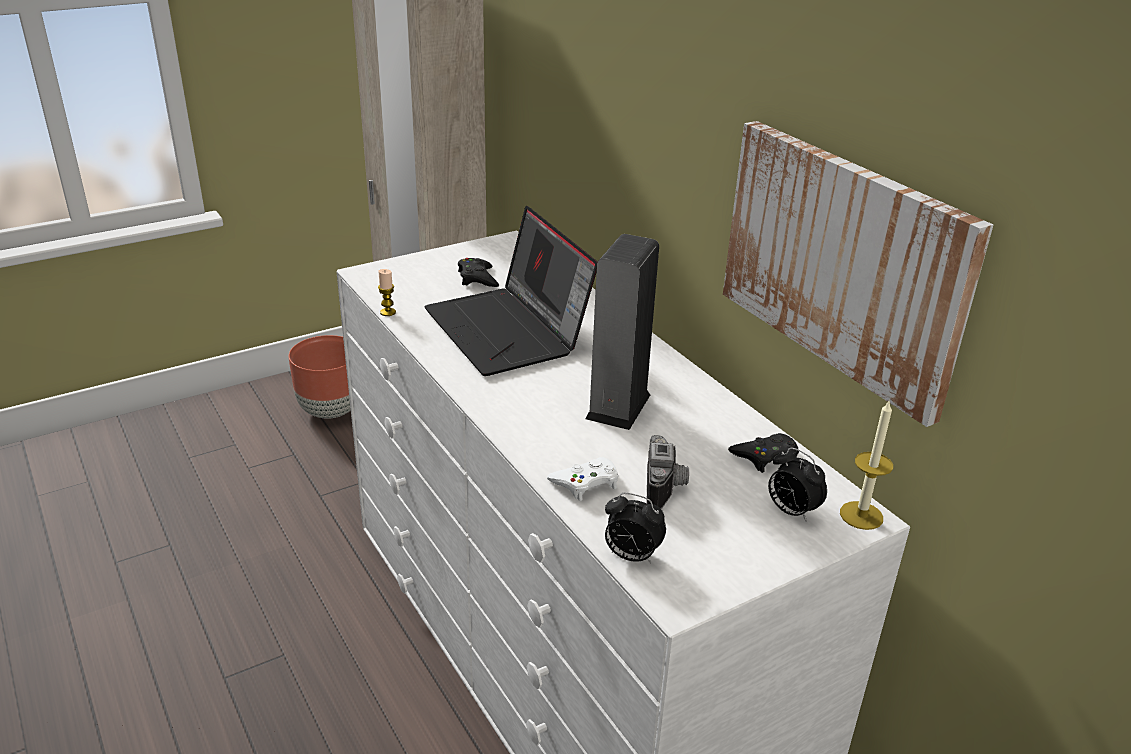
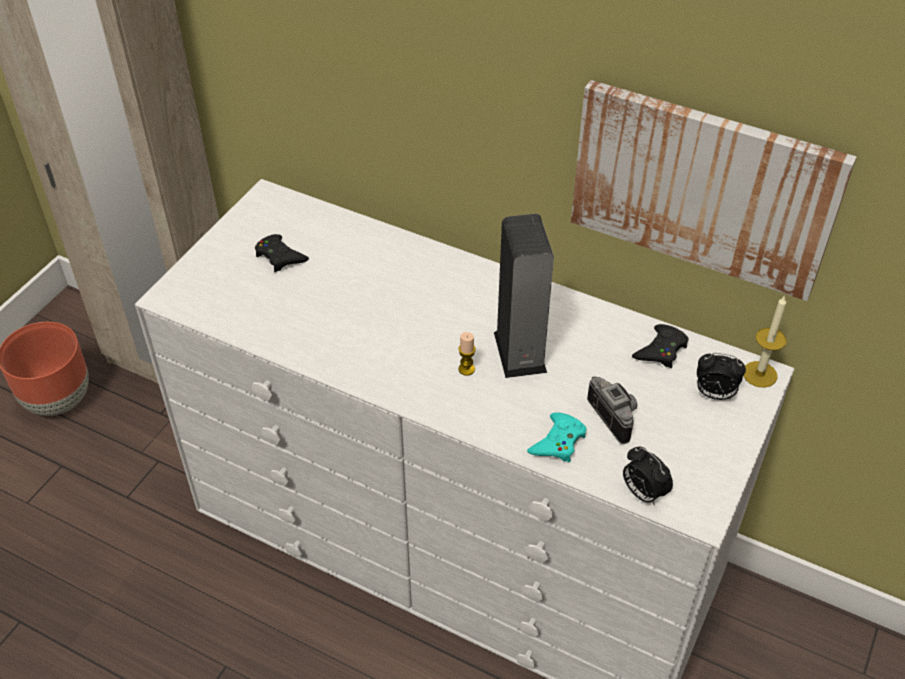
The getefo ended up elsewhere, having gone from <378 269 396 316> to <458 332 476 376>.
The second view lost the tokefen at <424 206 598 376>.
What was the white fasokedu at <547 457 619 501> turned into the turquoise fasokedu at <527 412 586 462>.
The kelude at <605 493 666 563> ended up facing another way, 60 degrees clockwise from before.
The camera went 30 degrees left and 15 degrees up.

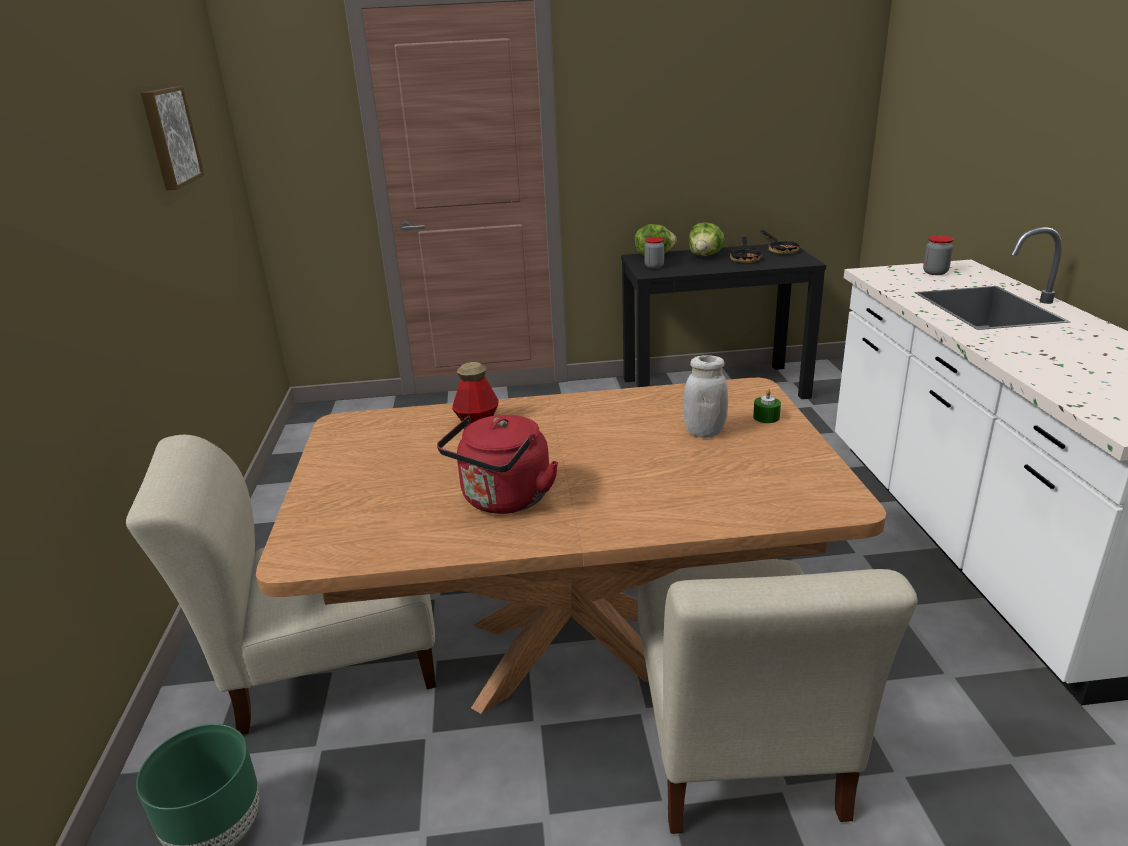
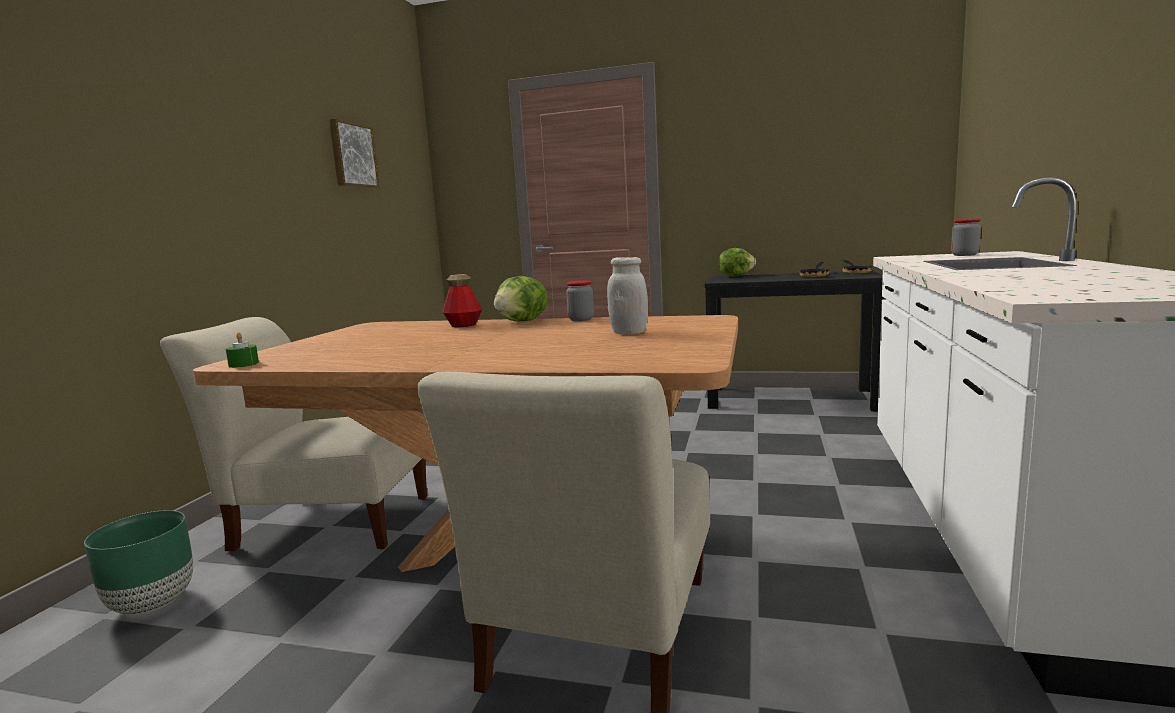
The second view lost the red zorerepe at <437 415 559 514>.
The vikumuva ended up elsewhere, having gone from <645 237 664 269> to <566 280 594 321>.
The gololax ended up elsewhere, having gone from <689 222 725 257> to <494 276 548 322>.
The green getefo ended up elsewhere, having gone from <753 389 781 423> to <226 332 259 368>.
The camera went 20 degrees right and 15 degrees down.

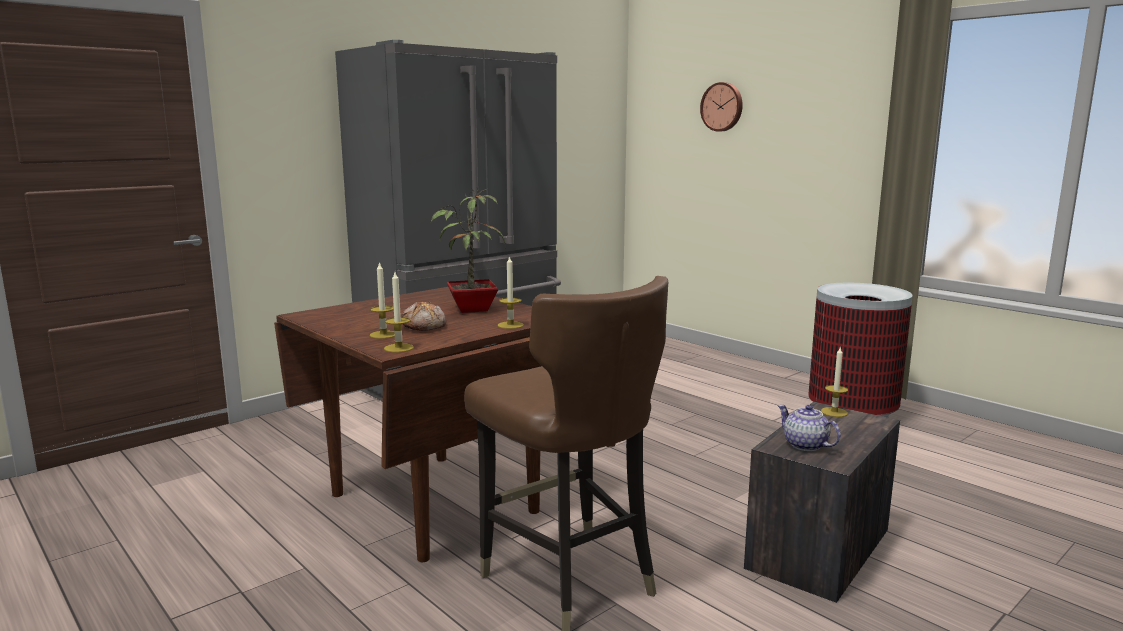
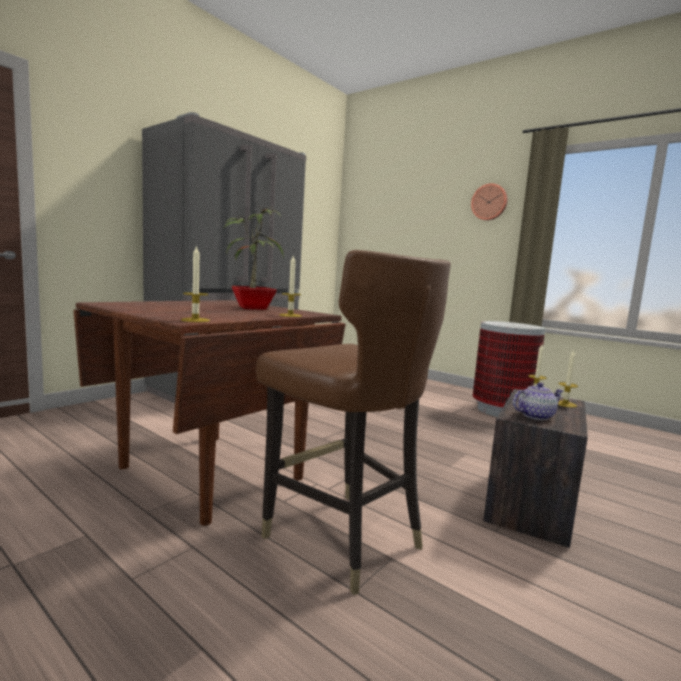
The getefo ended up elsewhere, having gone from <369 262 395 339> to <558 349 578 408>.
The second view lost the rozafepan at <402 302 446 331>.
The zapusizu ended up elsewhere, having gone from <700 82 743 131> to <471 183 507 220>.
The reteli at <777 405 841 451> ended up facing another way, 120 degrees clockwise from before.
The camera went 10 degrees left and 5 degrees down.

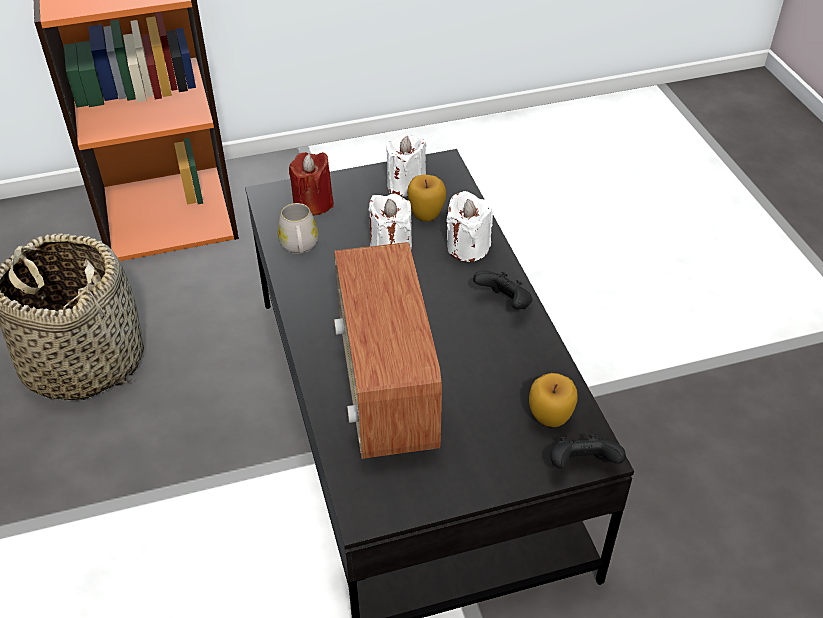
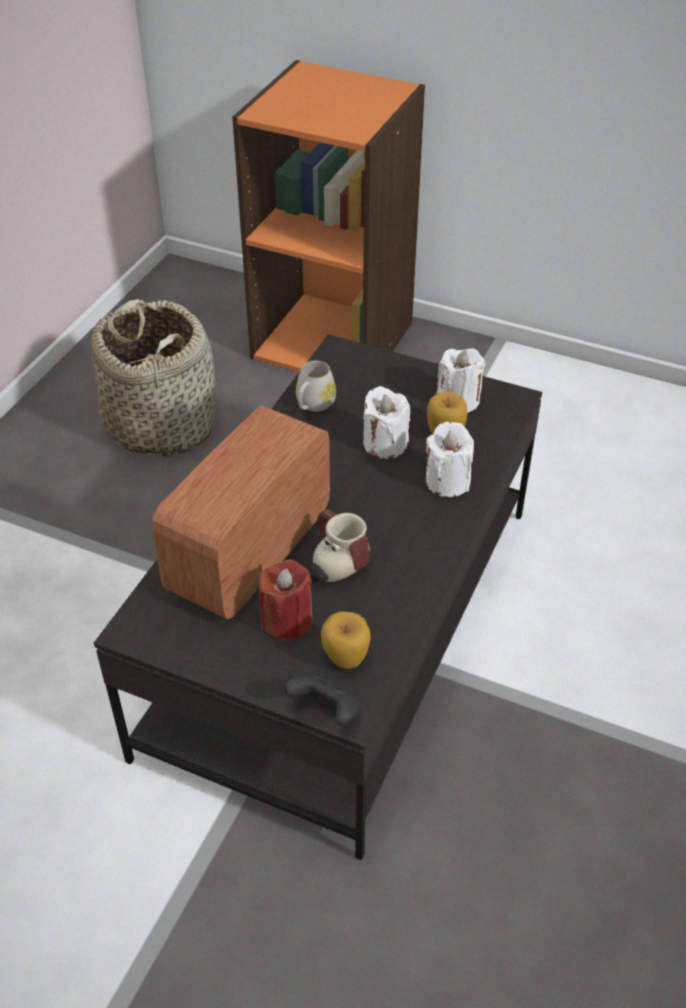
The red getefo ended up elsewhere, having gone from <289 152 334 216> to <259 559 313 640>.
The second view lost the black fasokedu at <473 270 533 309>.
The second view gained the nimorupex at <310 510 370 582>.
The camera went 40 degrees right and 0 degrees up.

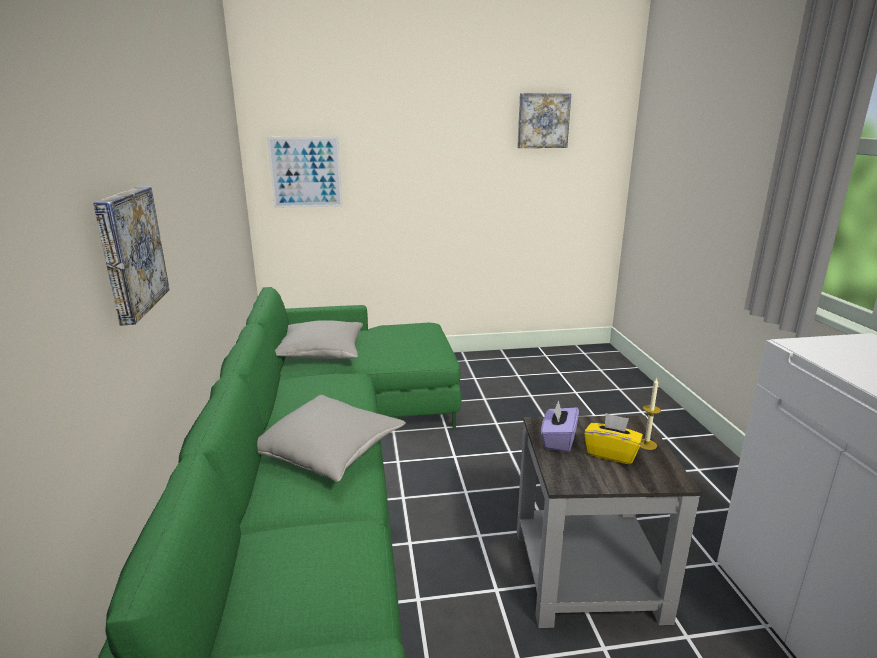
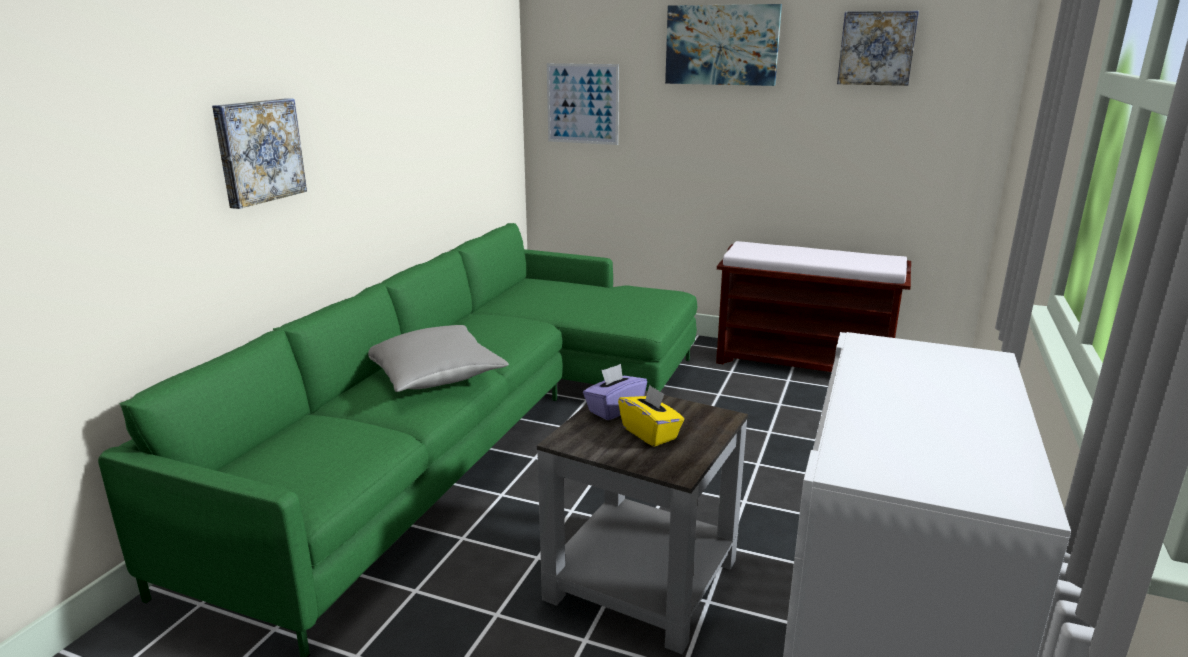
The second view lost the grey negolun at <275 320 363 359>.
The second view lost the getefo at <640 378 661 450>.
The second view gained the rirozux at <665 4 782 86>.
The second view gained the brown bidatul at <716 241 911 372>.
The camera went 30 degrees right and 0 degrees up.

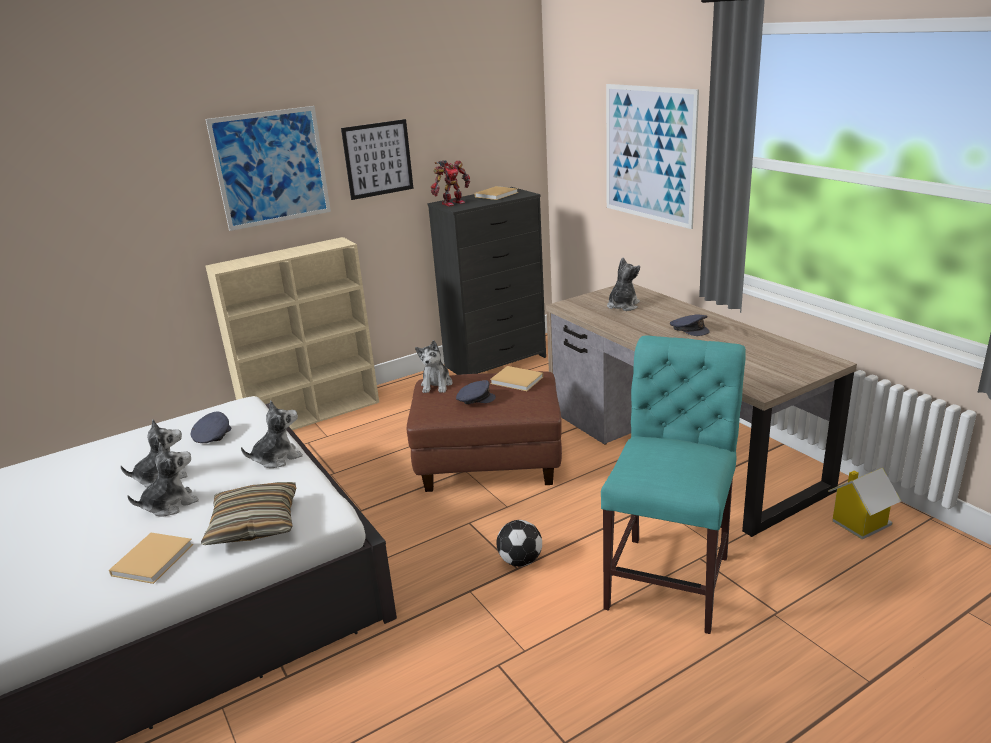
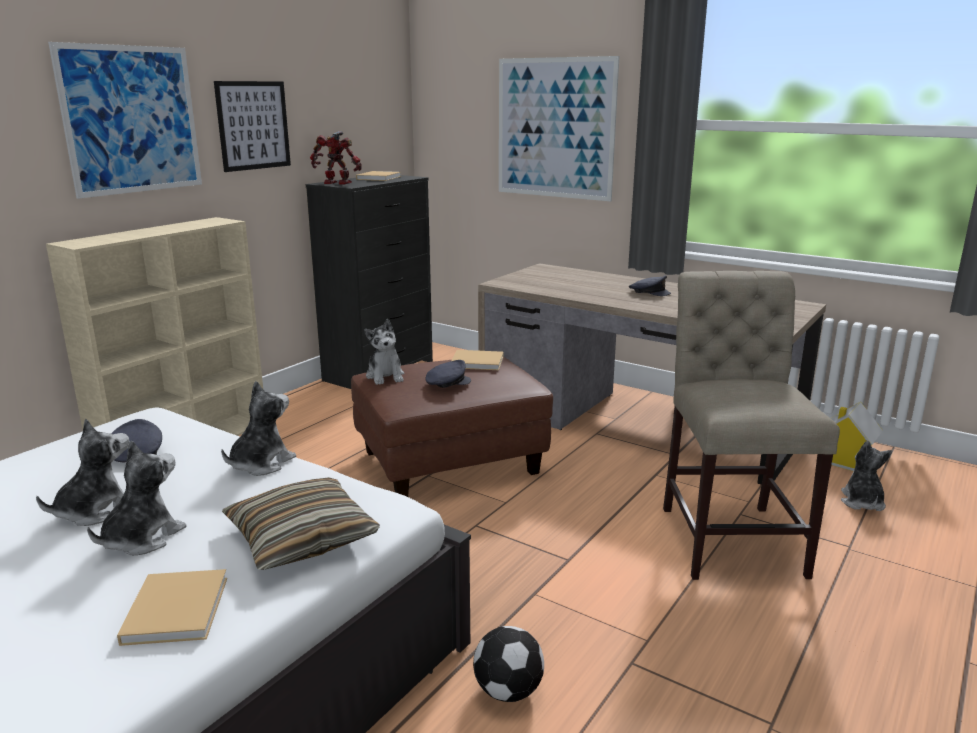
The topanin at <430 160 470 207> ended up facing another way, 105 degrees counterclockwise from before.
The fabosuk ended up elsewhere, having gone from <497 520 542 567> to <473 626 544 702>.
What was the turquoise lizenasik at <601 335 746 634> turned into the beige lizenasik at <663 271 840 580>.
The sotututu ended up elsewhere, having gone from <607 257 640 311> to <841 441 892 511>.
The camera went 25 degrees left and 5 degrees down.

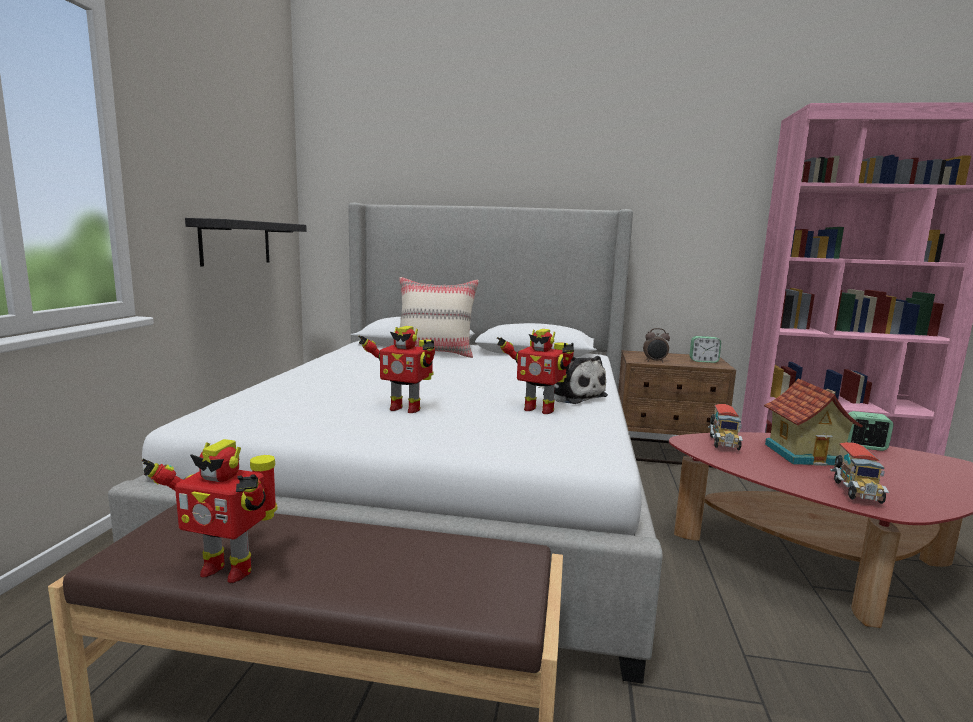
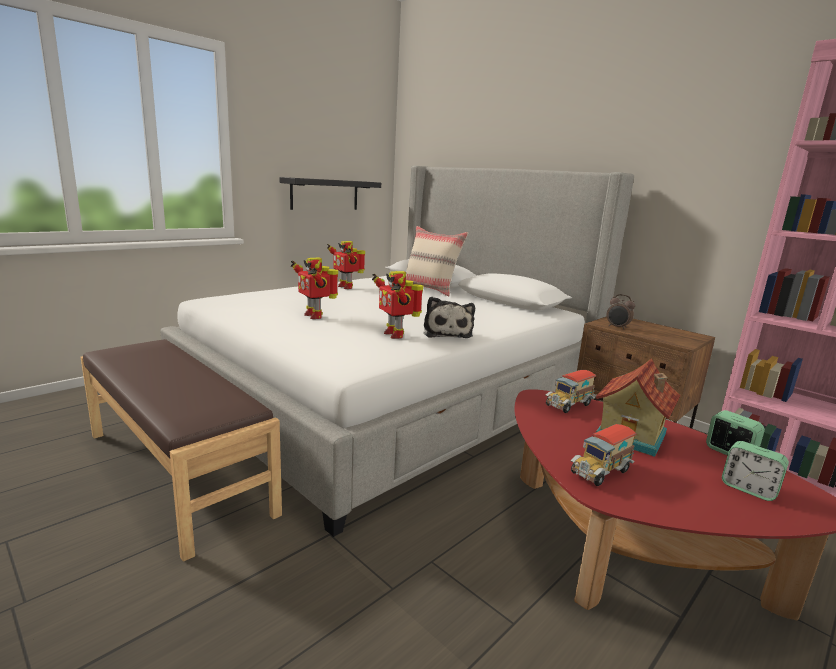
The topanin ended up elsewhere, having gone from <142 439 278 583> to <327 241 365 289>.
The kelude ended up elsewhere, having gone from <690 336 721 363> to <722 441 789 501>.
The camera went 35 degrees right and 5 degrees up.

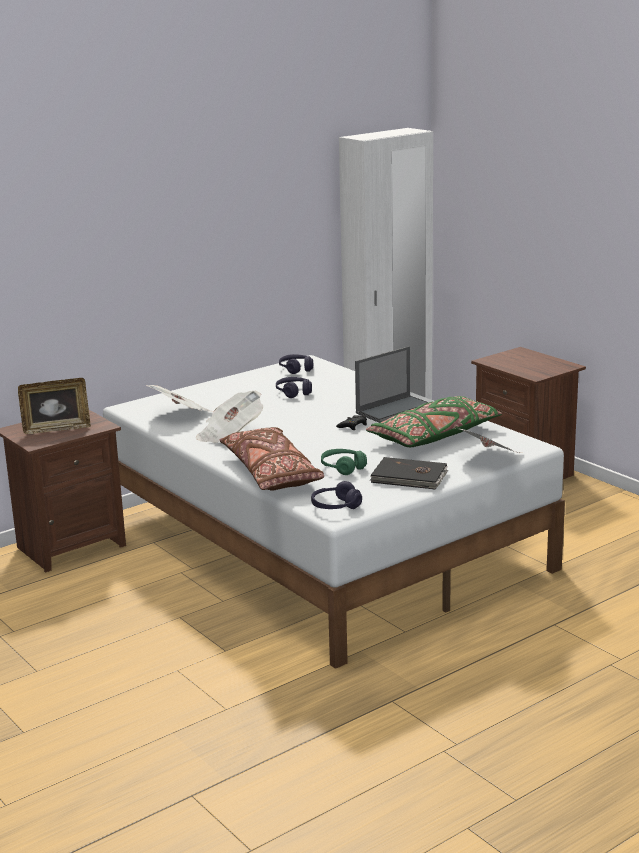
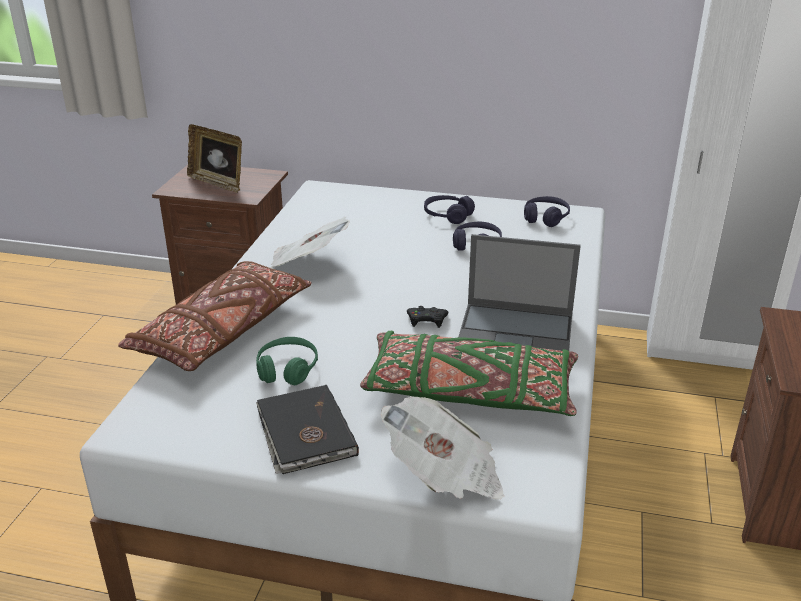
The second view lost the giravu at <145 385 214 412>.
The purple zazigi ended up elsewhere, having gone from <311 481 362 509> to <424 195 475 224>.
The camera went 50 degrees right and 10 degrees up.

